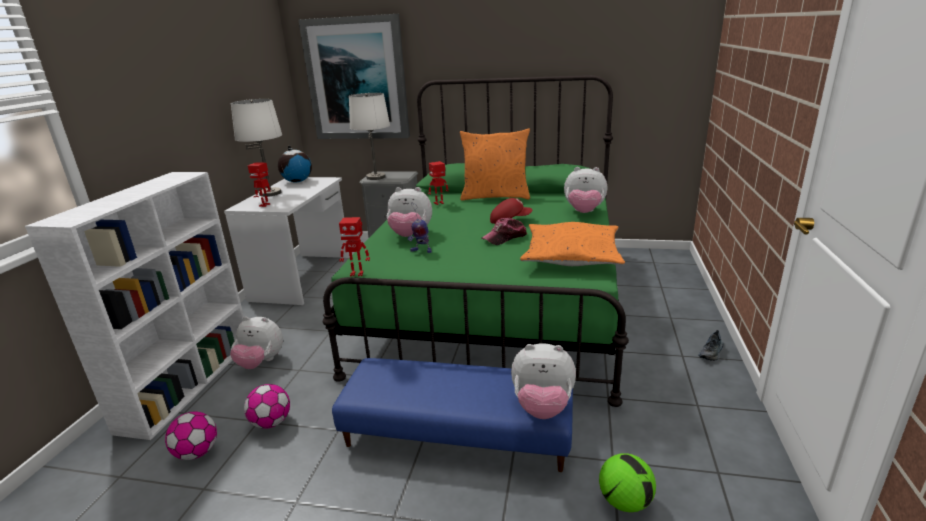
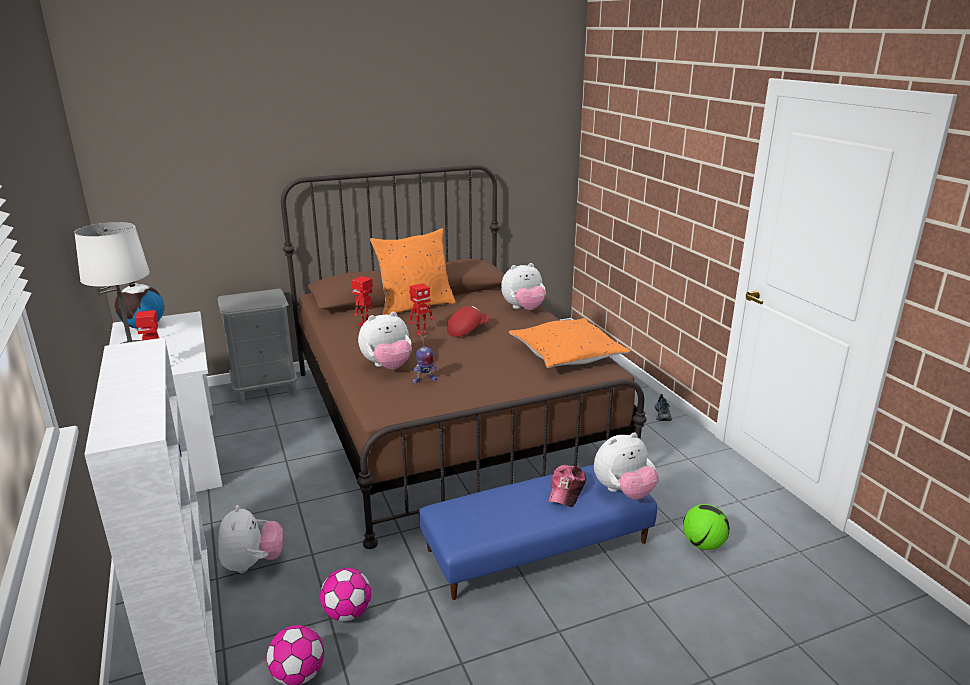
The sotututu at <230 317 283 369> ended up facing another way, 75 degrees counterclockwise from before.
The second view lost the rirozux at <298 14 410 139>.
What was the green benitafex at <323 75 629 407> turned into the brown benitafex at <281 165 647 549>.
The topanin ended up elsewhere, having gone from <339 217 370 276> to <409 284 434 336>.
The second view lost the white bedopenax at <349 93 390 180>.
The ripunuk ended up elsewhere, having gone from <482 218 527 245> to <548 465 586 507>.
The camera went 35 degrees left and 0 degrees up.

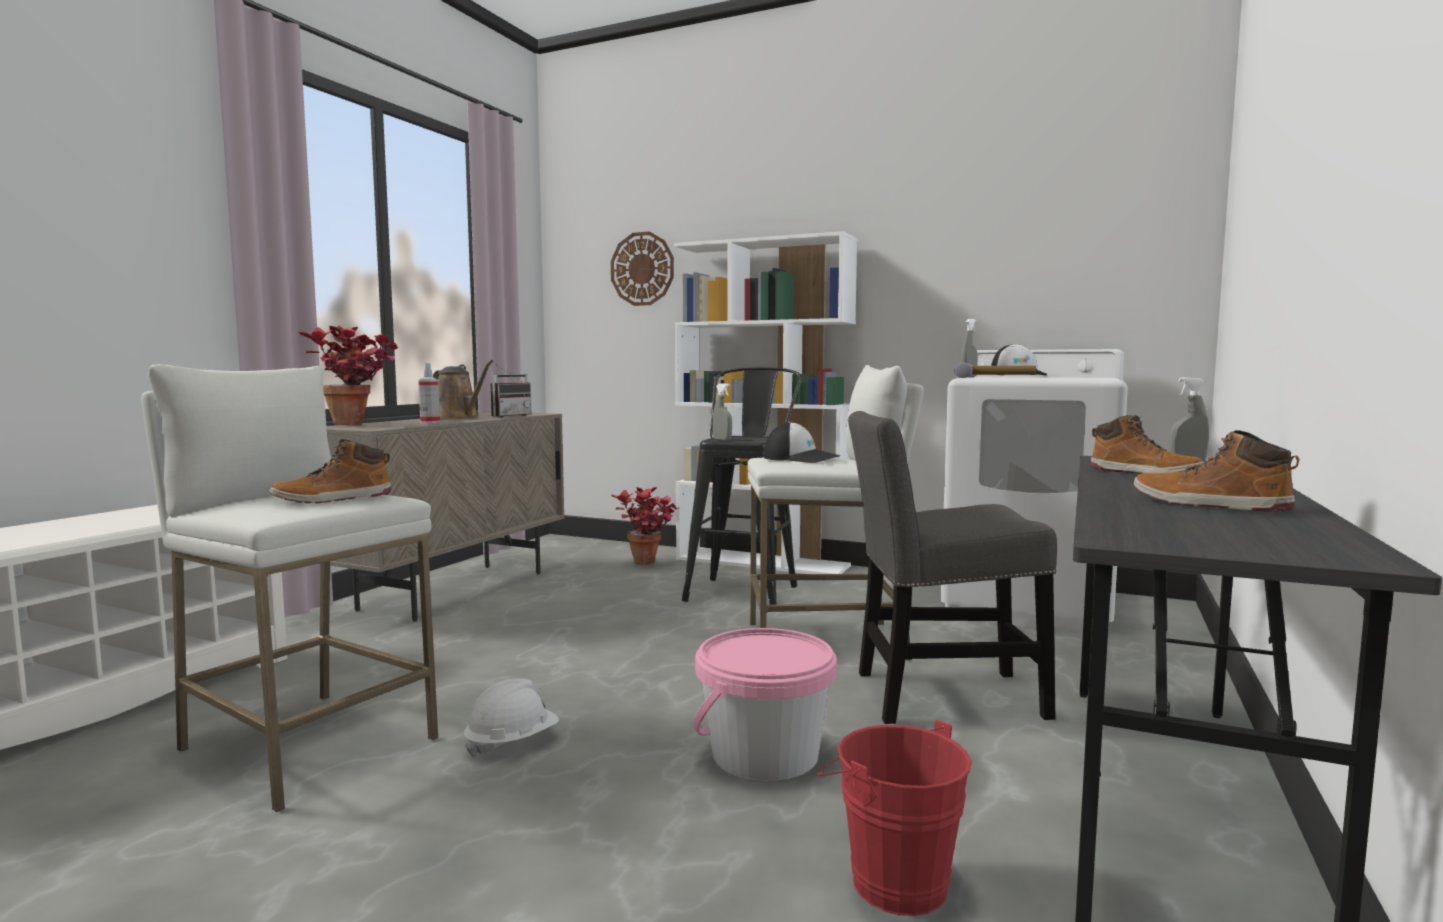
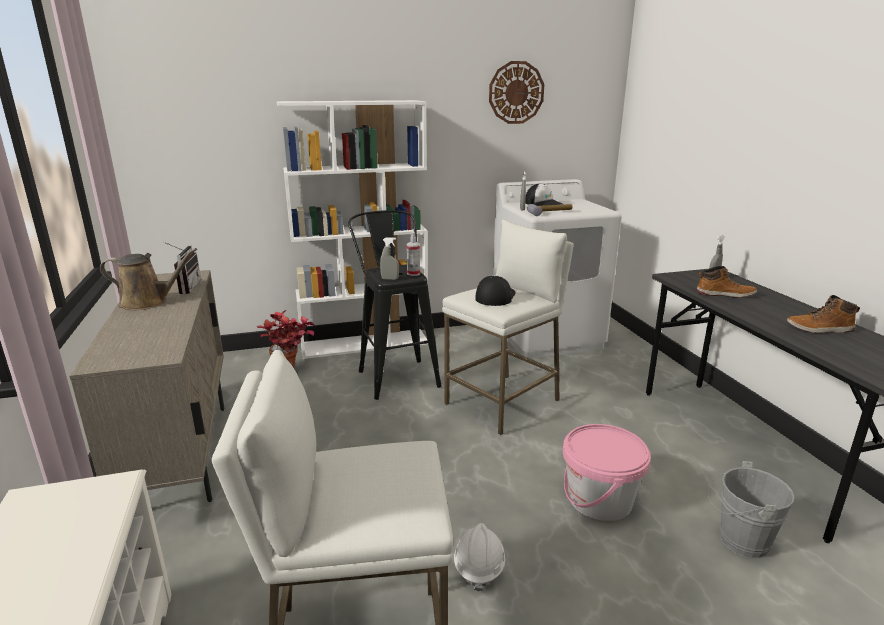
The second view lost the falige at <270 439 391 503>.
The second view lost the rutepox at <298 326 398 425>.
The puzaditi ended up elsewhere, having gone from <418 363 440 423> to <407 232 420 276>.
The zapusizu ended up elsewhere, having gone from <611 231 674 306> to <489 61 544 124>.
The ripunuk at <764 422 840 463> ended up facing another way, 60 degrees counterclockwise from before.
What was the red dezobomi at <817 719 972 916> turned into the grey dezobomi at <707 461 795 559>.
The second view lost the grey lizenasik at <848 411 1057 724>.
The camera went 40 degrees left and 15 degrees up.

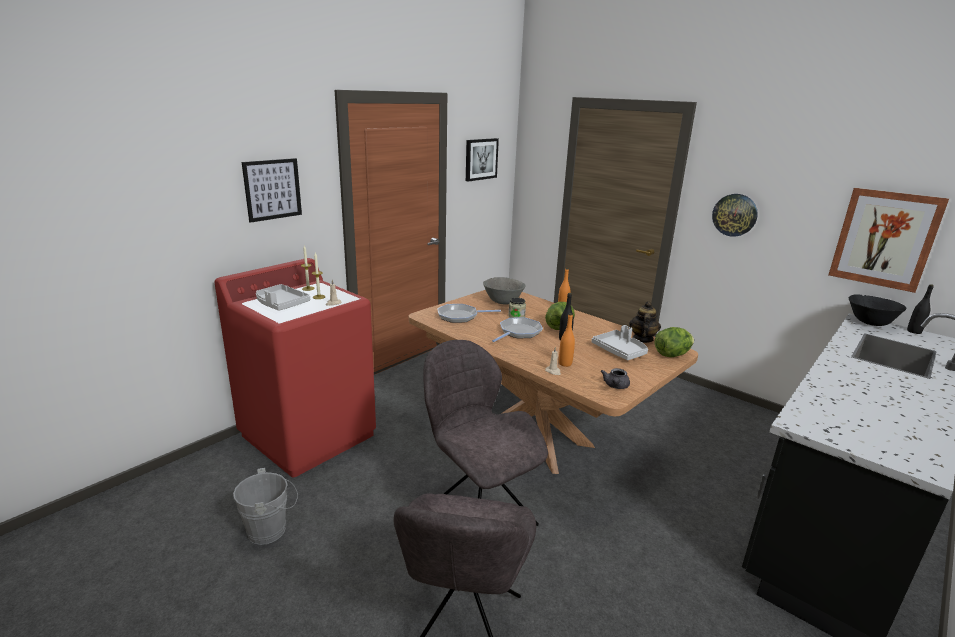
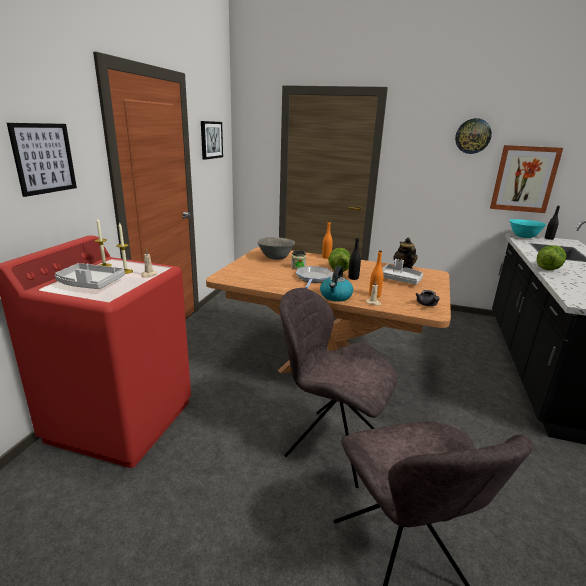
The second view lost the grey dezobomi at <233 468 298 545>.
The second view lost the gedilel at <437 304 501 323>.
The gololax ended up elsewhere, having gone from <655 327 694 357> to <537 245 566 270>.
The zapusizu ended up elsewhere, having gone from <712 194 758 237> to <455 118 492 154>.
What was the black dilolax at <849 295 906 326> turned into the turquoise dilolax at <510 219 546 238>.
The second view gained the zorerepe at <320 266 353 301>.
The camera went 25 degrees left and 0 degrees up.

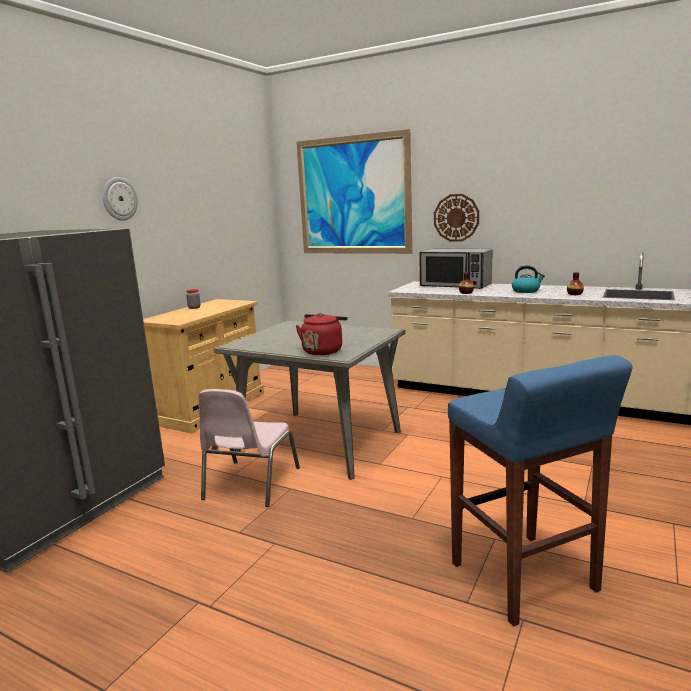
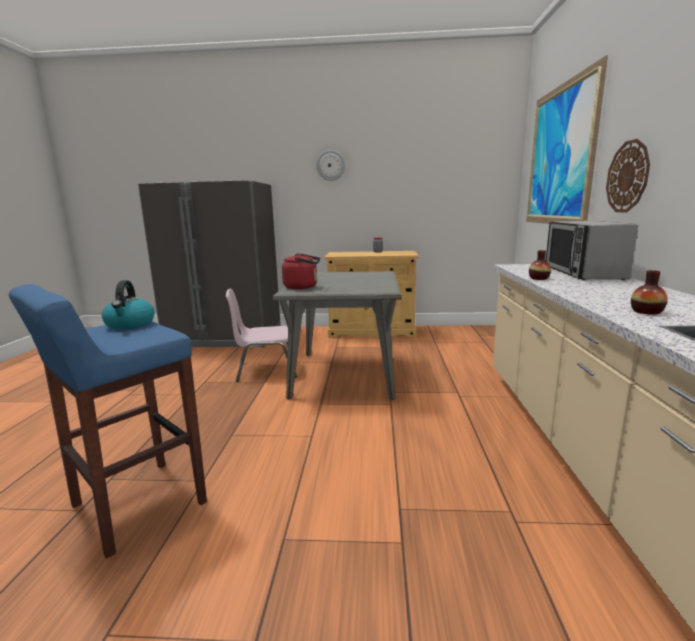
The zorerepe ended up elsewhere, having gone from <512 265 545 293> to <102 280 155 330>.
The camera went 65 degrees right and 0 degrees up.

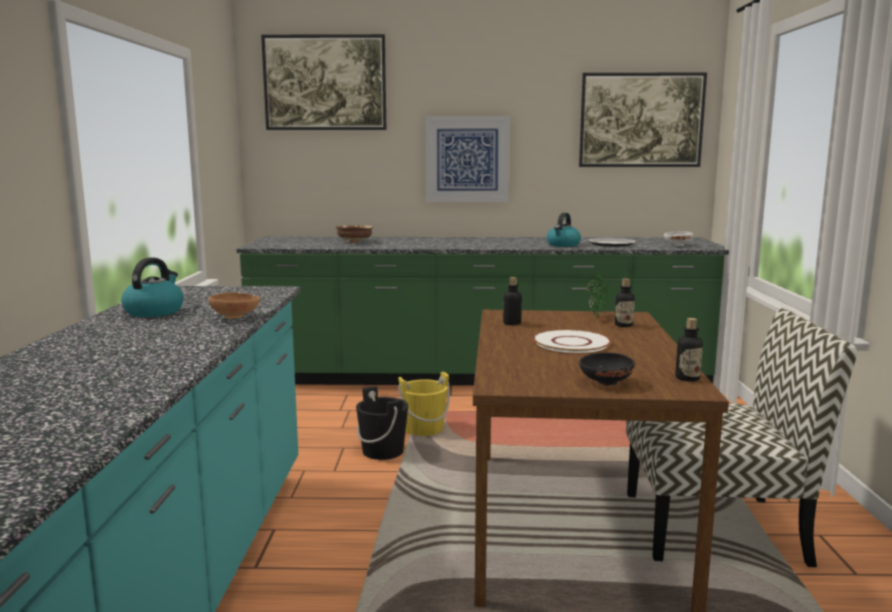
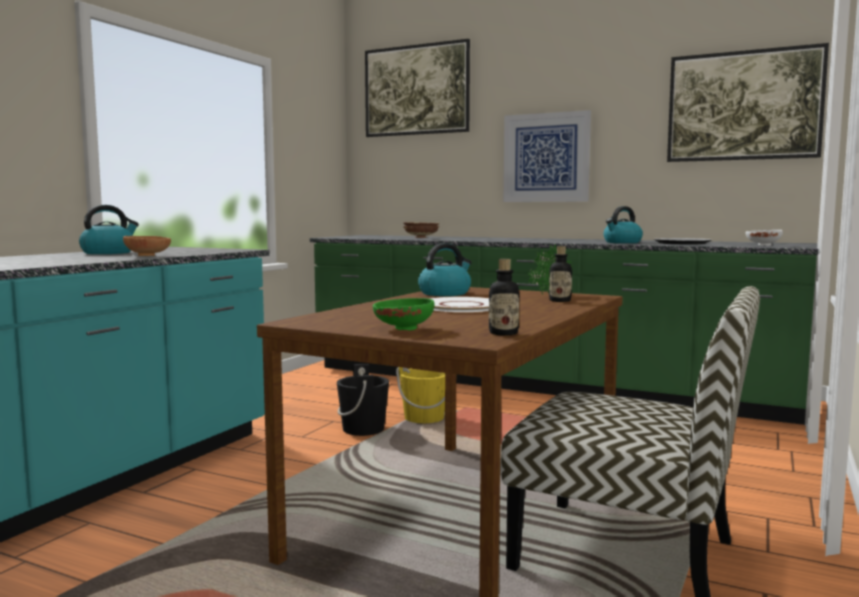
Where the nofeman stood at <503 277 522 325>, the zorerepe came to stand at <418 243 472 296>.
What was the black dilolax at <579 353 635 386> turned into the green dilolax at <373 298 435 331>.
The camera went 25 degrees right and 5 degrees down.

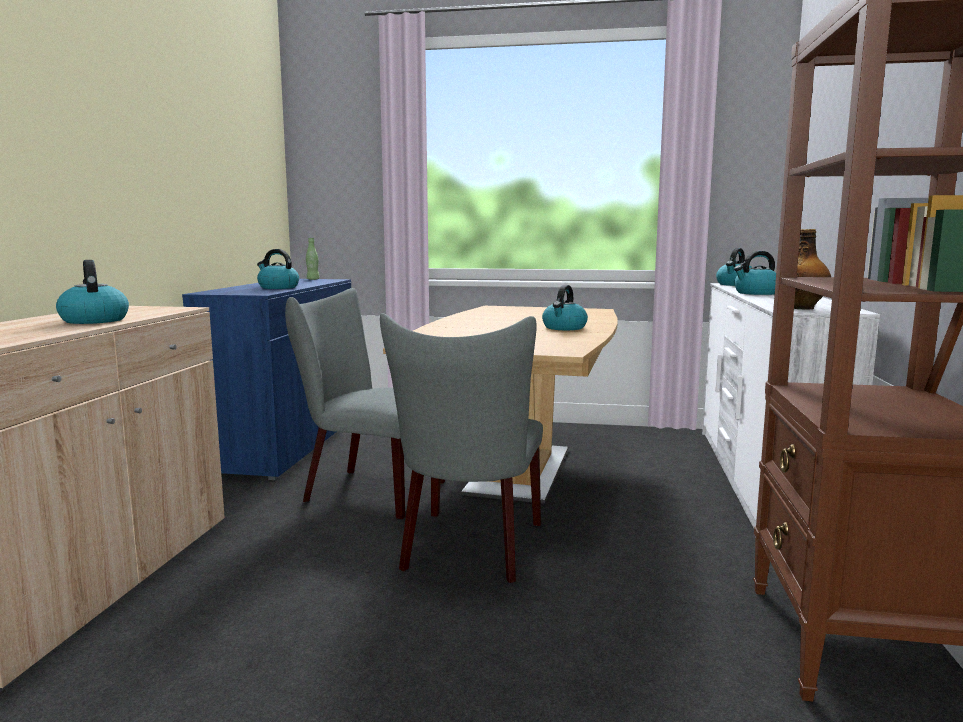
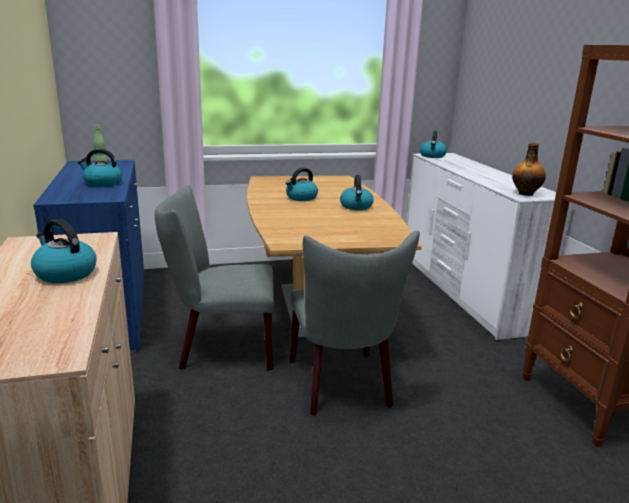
The zorerepe ended up elsewhere, having gone from <734 251 776 295> to <286 168 318 201>.
The camera went 25 degrees left and 10 degrees up.

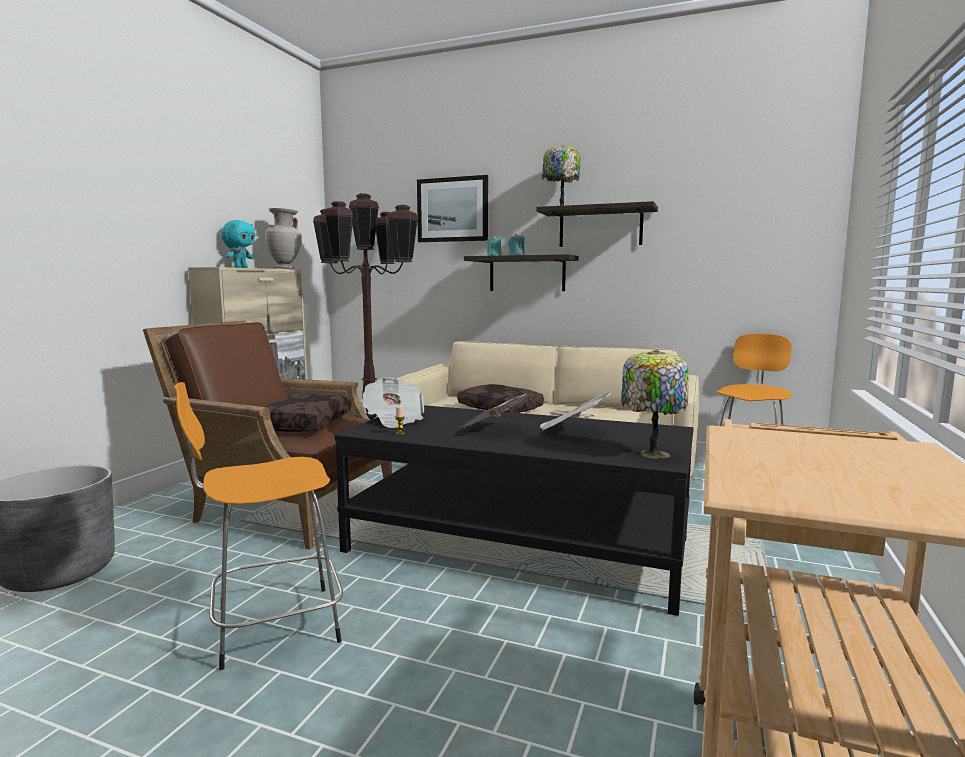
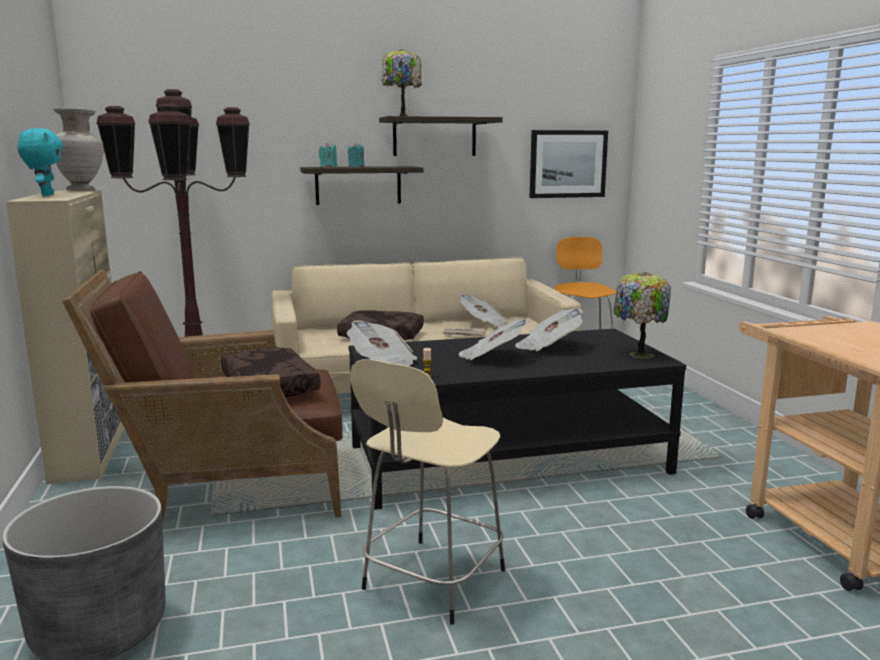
What was the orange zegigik at <175 382 343 670> turned into the beige zegigik at <350 359 505 625>.
The rirozux ended up elsewhere, having gone from <417 175 488 242> to <530 130 608 198>.
The second view gained the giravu at <460 294 506 328>.
The camera went 35 degrees left and 5 degrees up.

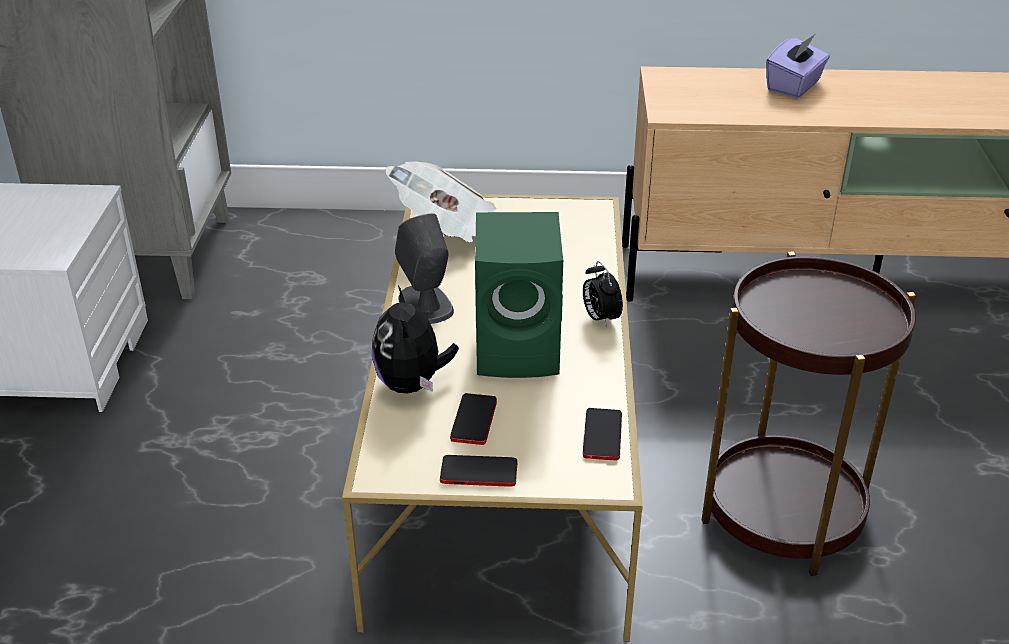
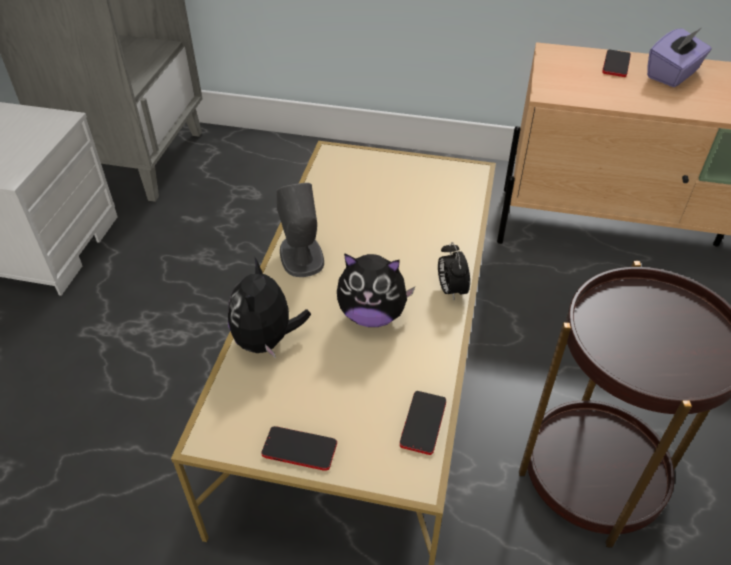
The second view lost the giravu at <386 161 496 242>.
The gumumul ended up elsewhere, having gone from <450 393 497 445> to <602 50 631 77>.
Where the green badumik stood at <475 212 563 378>, the sotututu came to stand at <337 253 415 327>.
The camera went 10 degrees right and 10 degrees up.

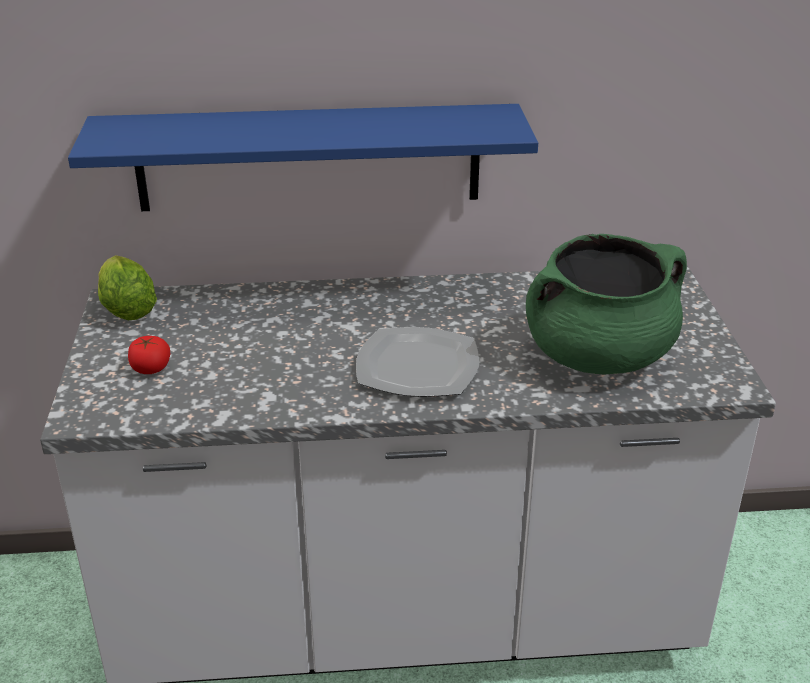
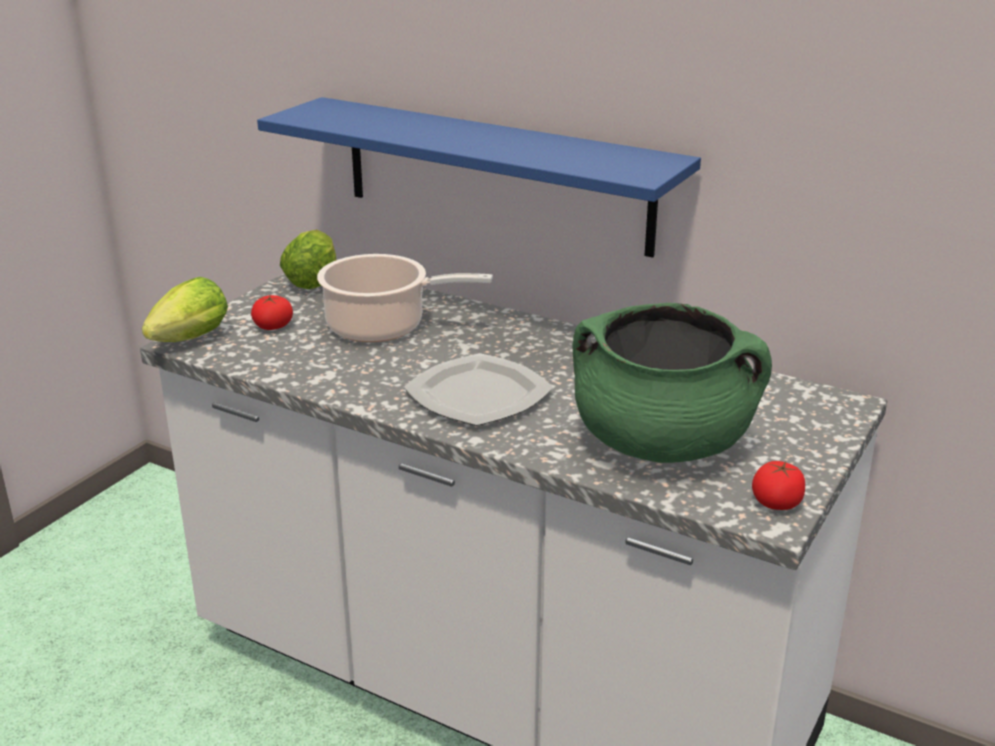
The second view gained the gololax at <142 277 228 342>.
The second view gained the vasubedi at <317 254 493 342>.
The second view gained the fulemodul at <752 461 805 510>.
The camera went 35 degrees right and 5 degrees down.

